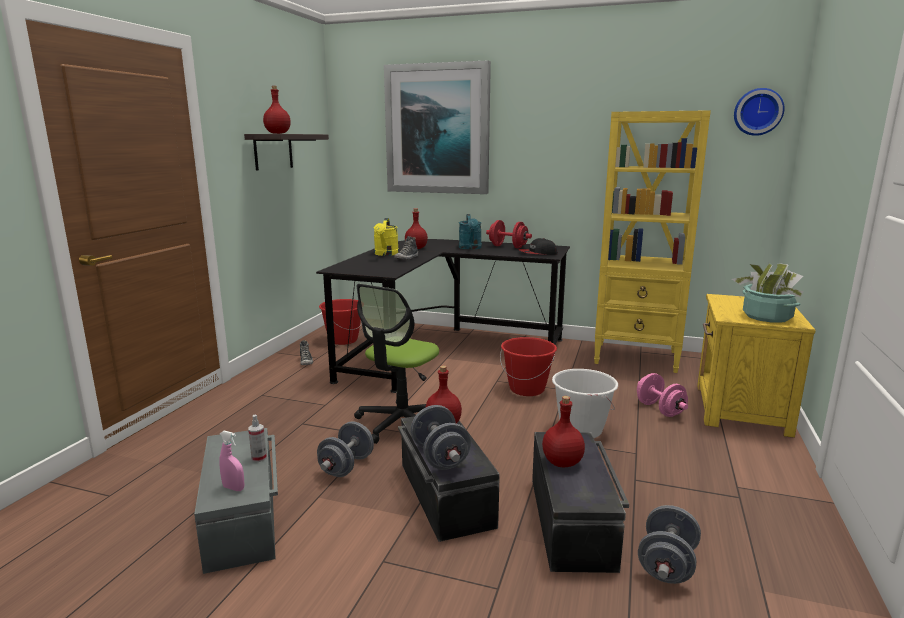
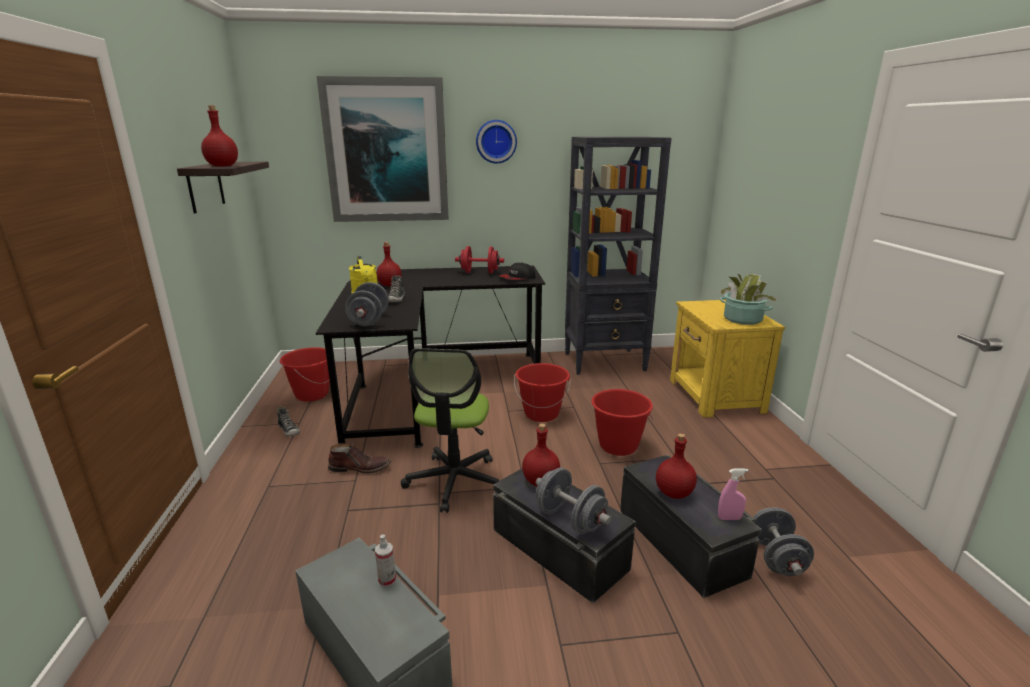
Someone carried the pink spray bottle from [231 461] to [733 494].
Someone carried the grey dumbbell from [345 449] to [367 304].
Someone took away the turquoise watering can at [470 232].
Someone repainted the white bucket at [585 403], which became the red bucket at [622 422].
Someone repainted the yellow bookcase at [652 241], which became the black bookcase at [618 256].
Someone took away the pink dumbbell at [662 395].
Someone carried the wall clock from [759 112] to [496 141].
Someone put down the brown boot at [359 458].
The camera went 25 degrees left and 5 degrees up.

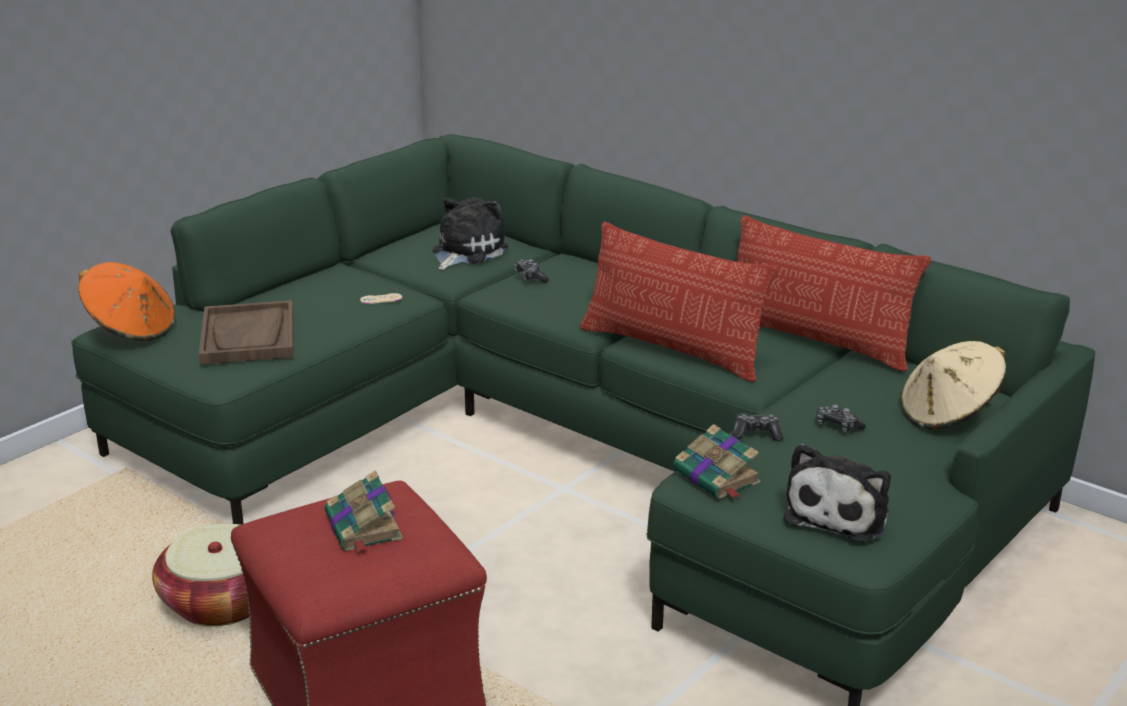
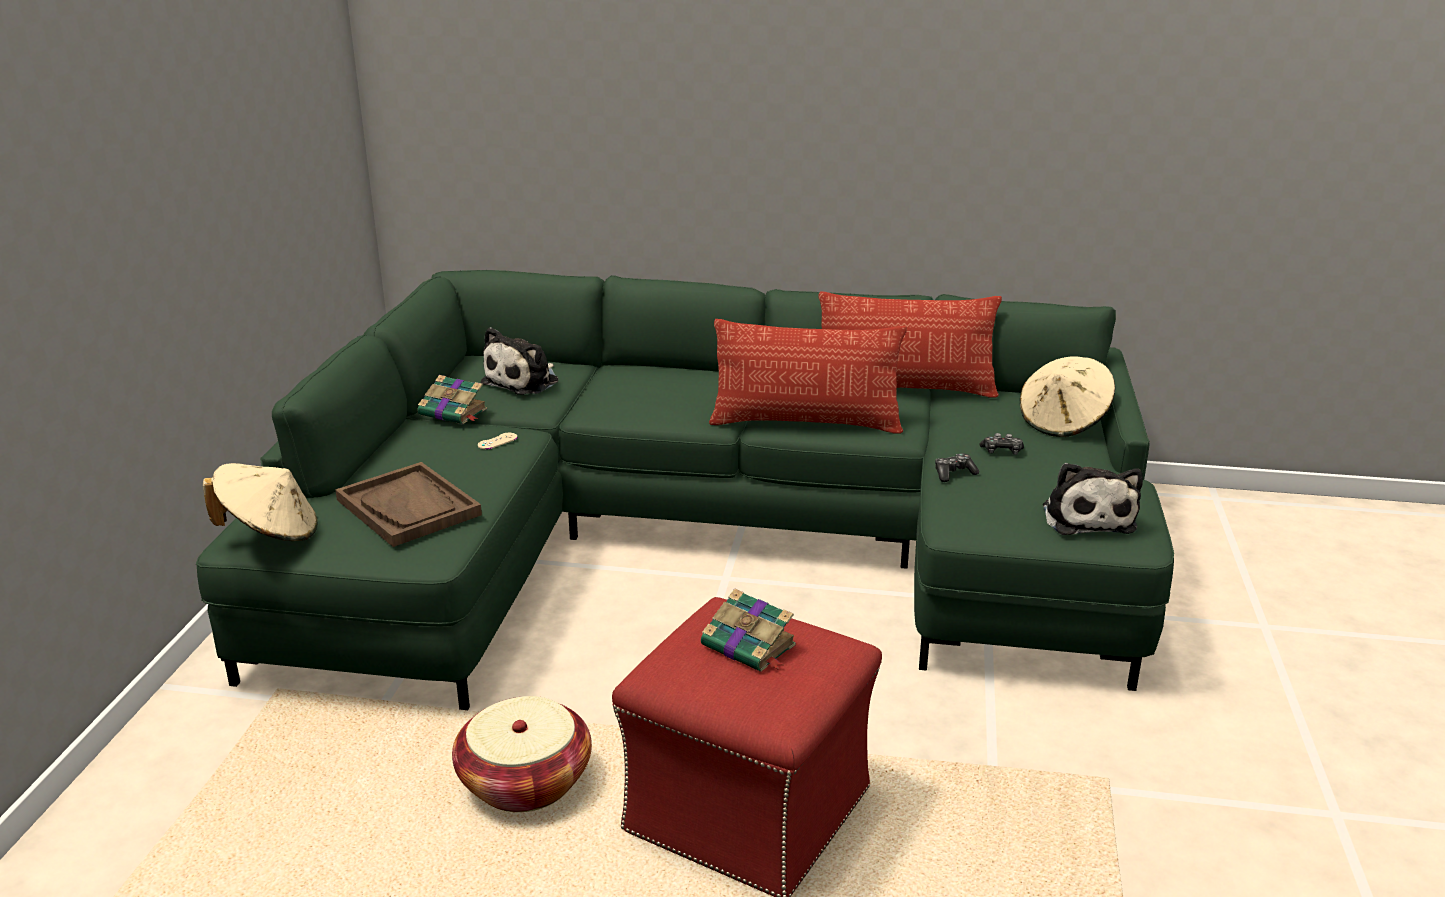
Someone repainted the orange hat at [127 301], which became the beige hat at [260 502].
Someone rotated the plush toy at [470 233] by 150 degrees counterclockwise.
Someone took away the game controller at [531 271].
Someone carried the book from [716 461] to [452 399].
The camera went 30 degrees left and 0 degrees up.

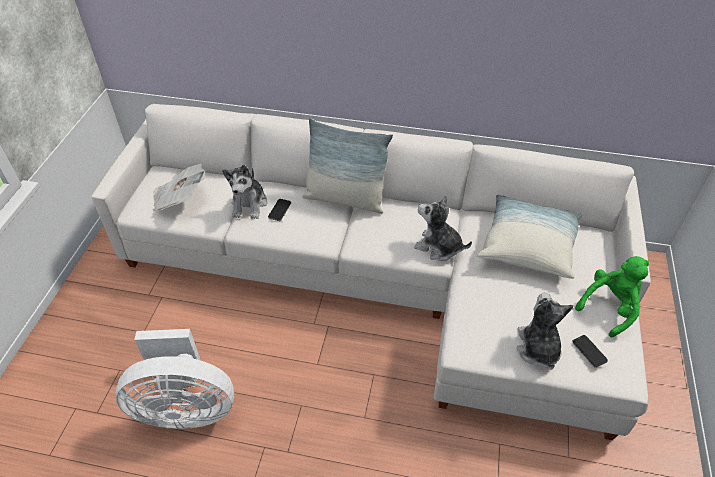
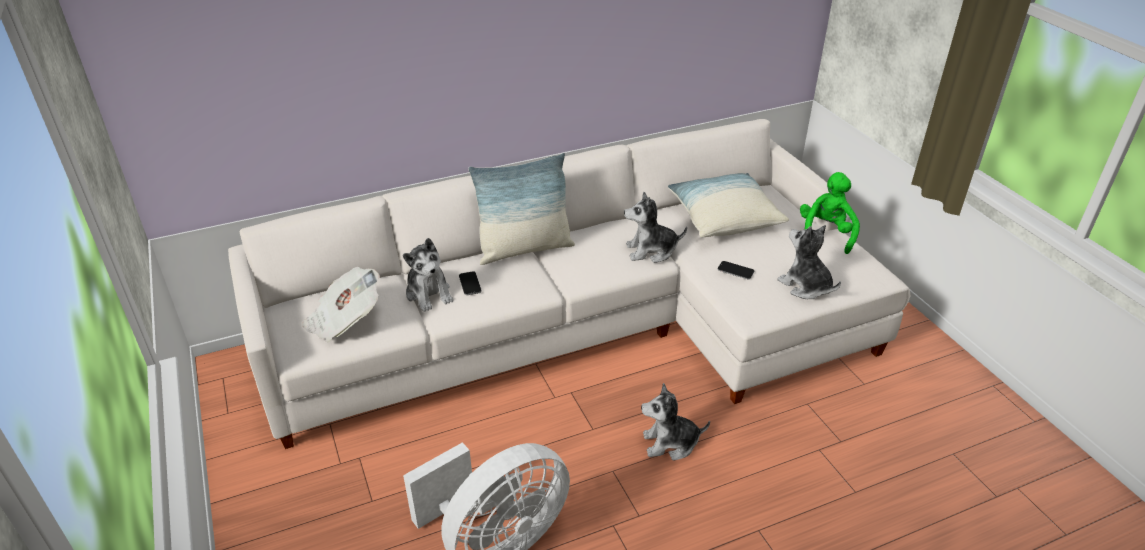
Someone carried the phone from [590 351] to [735 270].
Someone put down the plush toy at [675 422].
The camera went 35 degrees left and 10 degrees down.

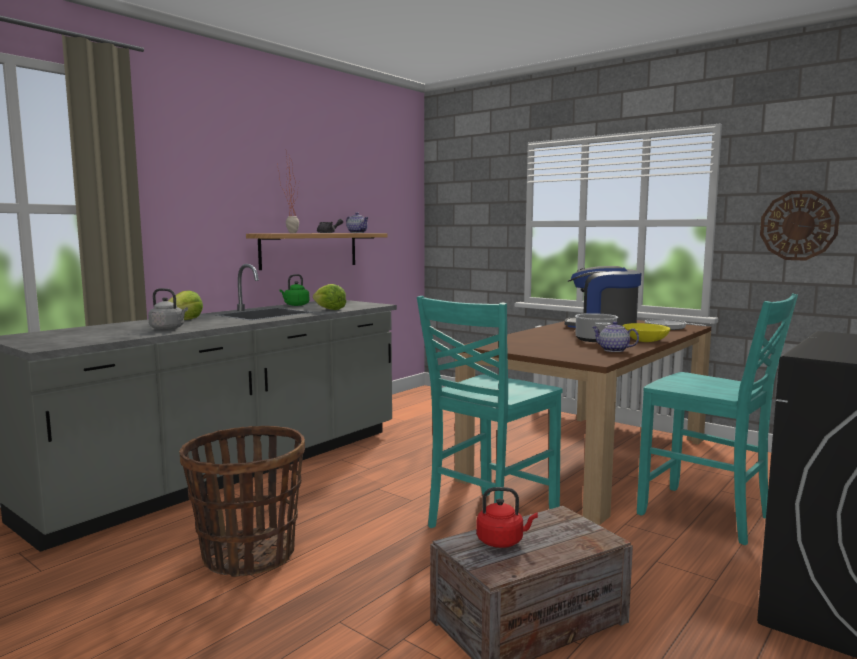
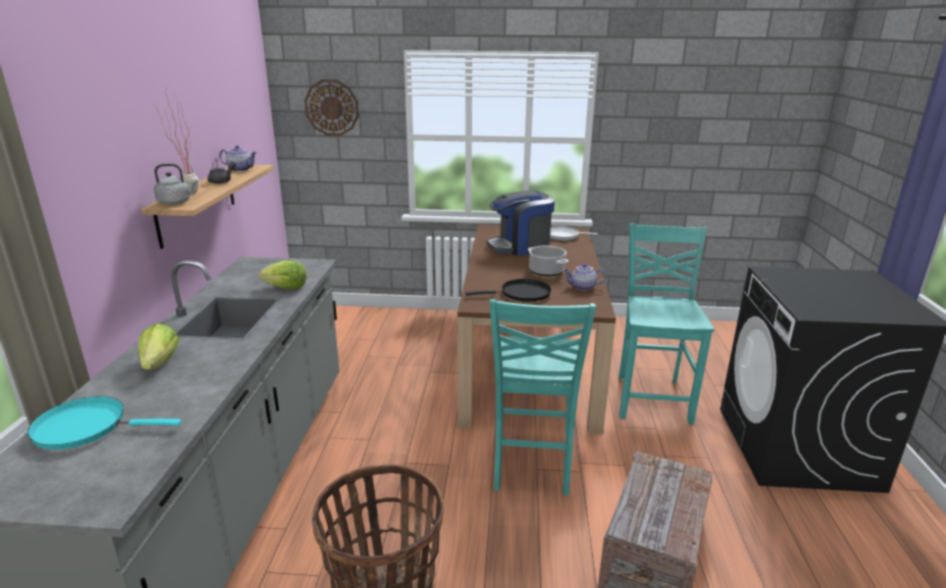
Someone carried the grey kettle from [168 309] to [176 184].
Someone took away the green kettle at [294 290].
Someone took away the red kettle at [507 517].
Someone took away the yellow bowl at [646 332].
Someone rotated the turquoise chair at [717 419] by 90 degrees counterclockwise.
Someone carried the wall clock from [800 225] to [331 107].
Someone put down the turquoise frying pan at [104 423].
Someone put down the black frying pan at [508 290].
The camera went 35 degrees left and 15 degrees up.

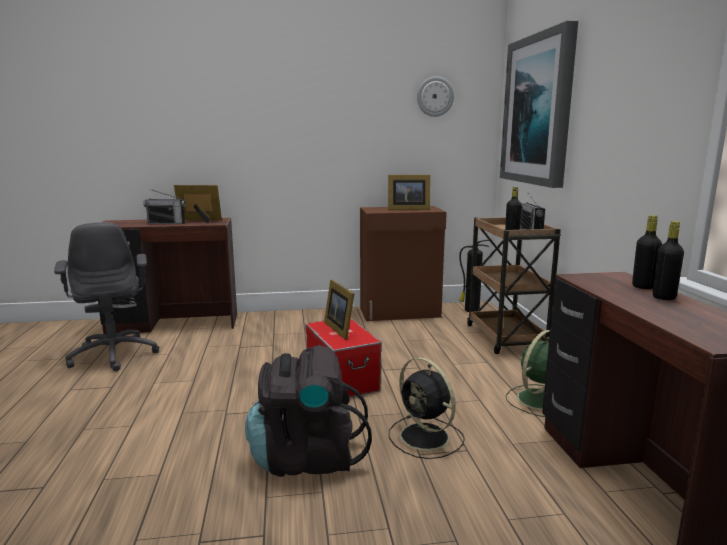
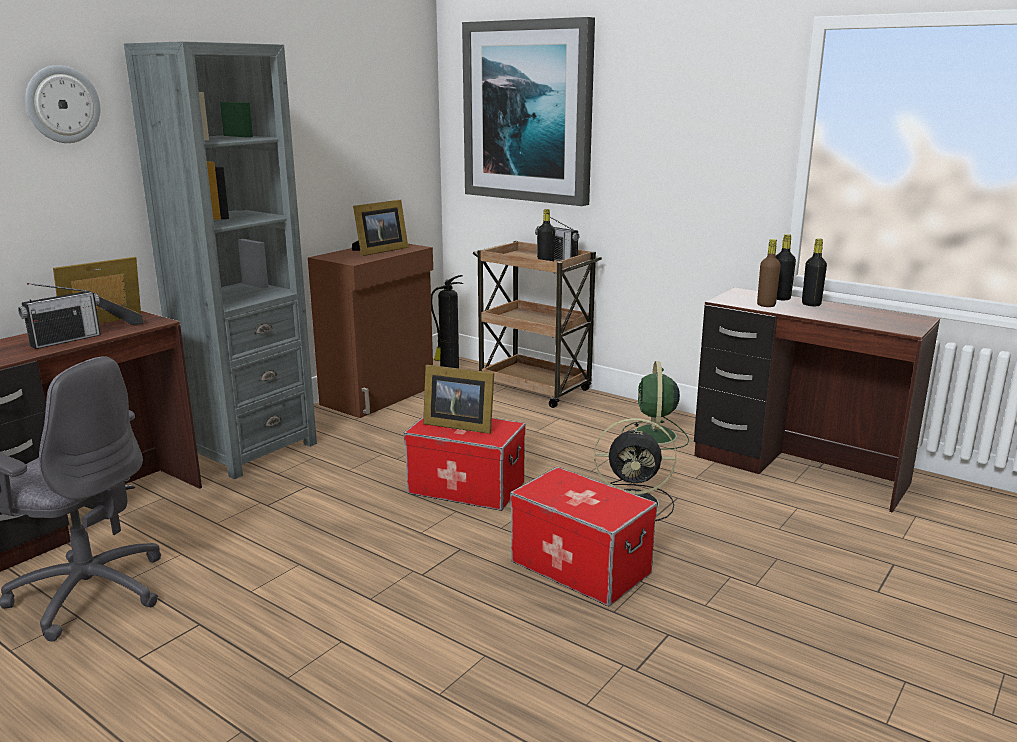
Someone swapped the black backpack at [308 411] for the storage box at [583 536].
Someone carried the wall clock from [435 96] to [62 104].
Someone put down the grey bookcase at [220 260].
Someone put down the brown bottle at [769 273].
The camera went 45 degrees left and 5 degrees up.

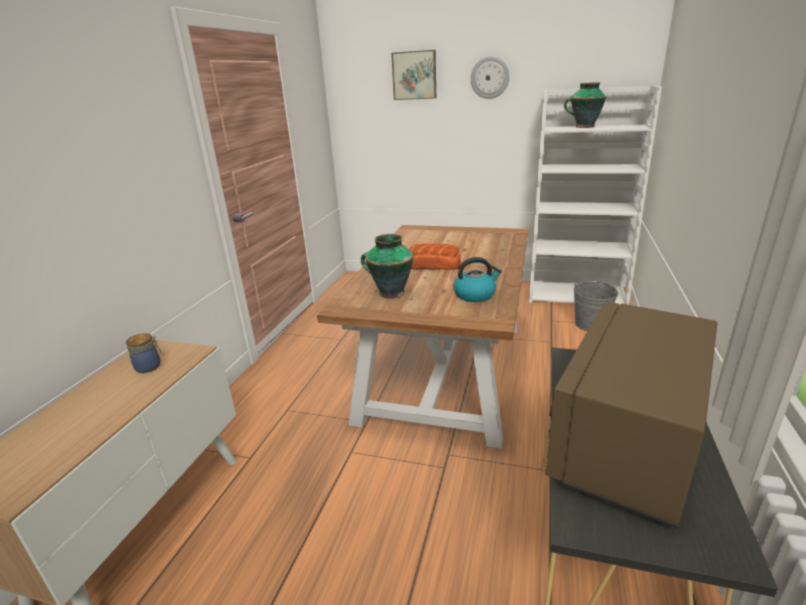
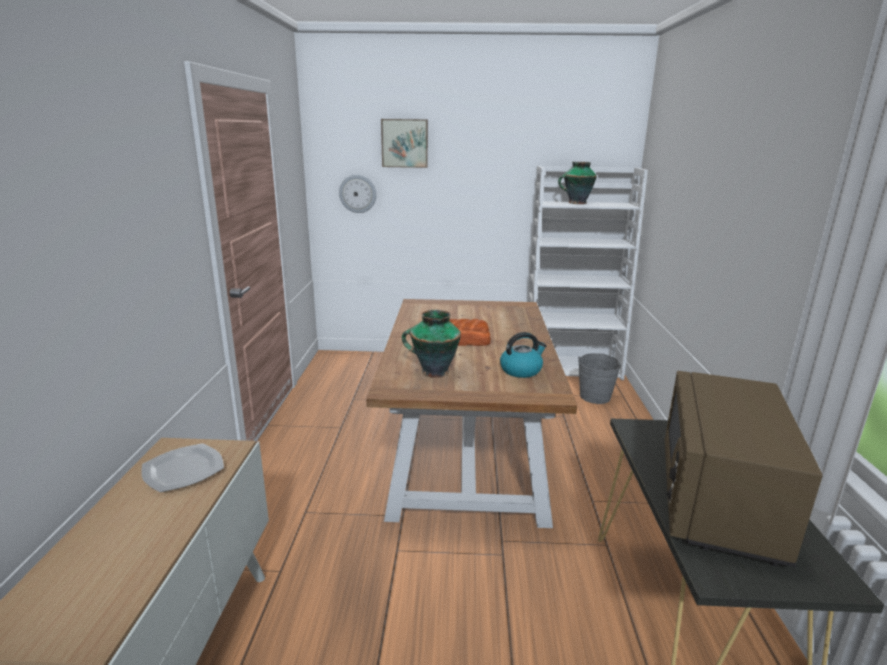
Someone swapped the jar at [143 353] for the plate at [182 468].
Someone carried the wall clock from [490 77] to [358 194].
The camera went 15 degrees left and 5 degrees down.

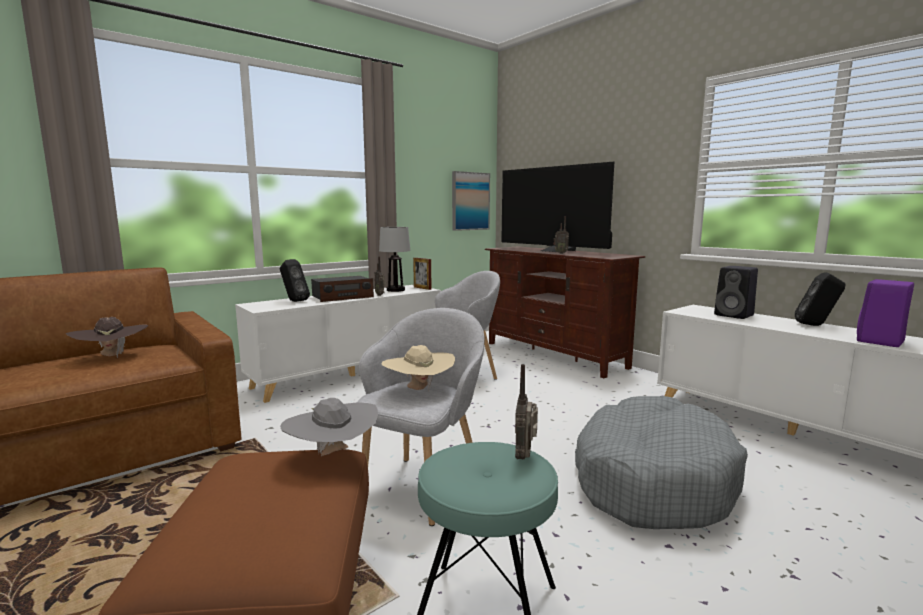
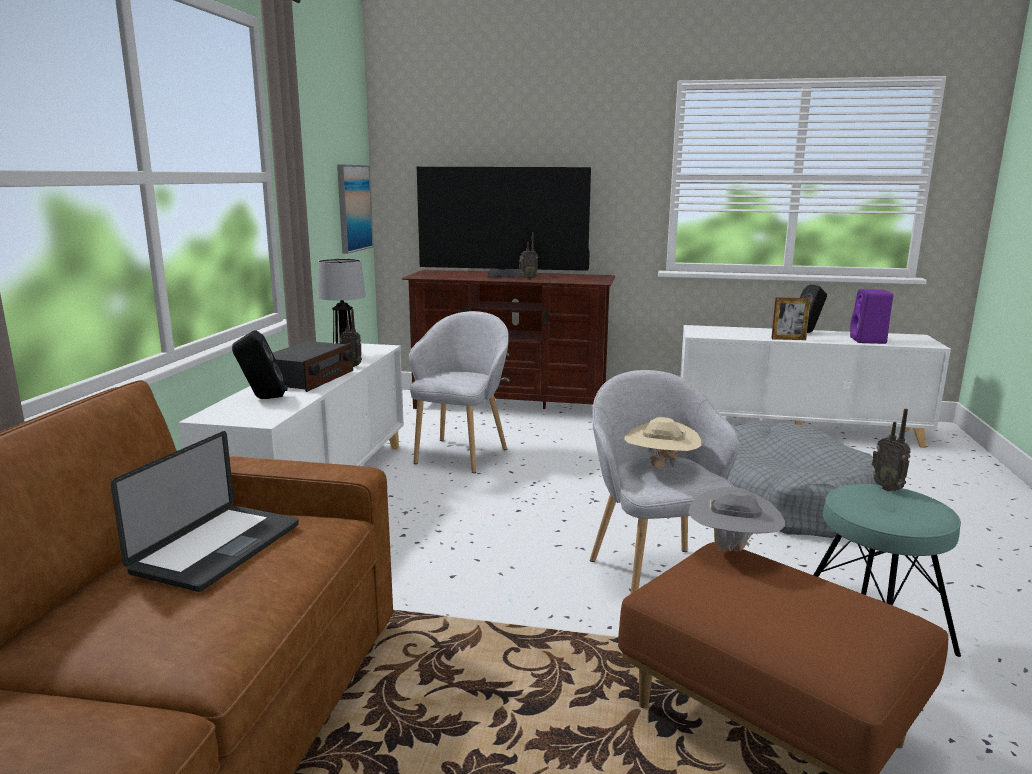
Someone swapped the brown hat at [107 337] for the laptop at [205 511].
Someone carried the picture frame from [422 274] to [791 318].
Someone took away the black speaker at [736 292].
The camera went 40 degrees left and 5 degrees up.

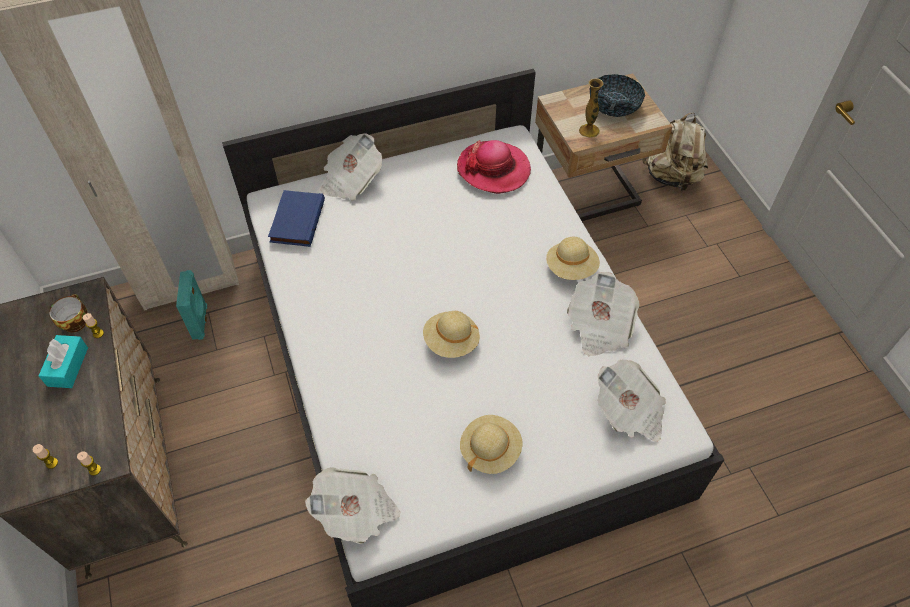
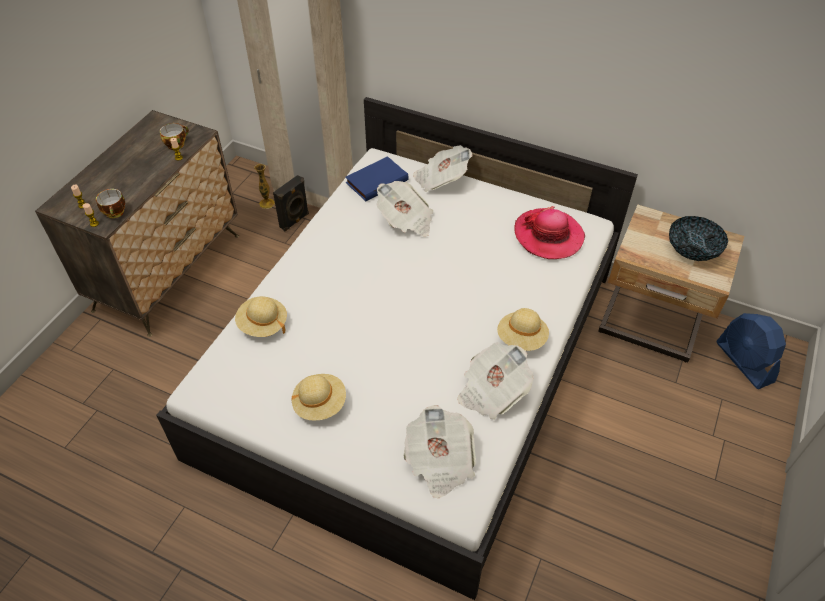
Someone took away the turquoise tissue box at [63 361].
Someone repainted the turquoise speaker at [191 305], which became the black speaker at [291 203].
Someone carried the newspaper from [352 505] to [404 209].
Someone carried the beige hat from [451 334] to [261 316].
Someone carried the vase from [591 108] to [264 186].
Someone swapped the beige backpack at [675 152] for the blue fan at [751 351].
Someone put down the cup at [110 203].
The camera went 45 degrees right and 5 degrees down.

